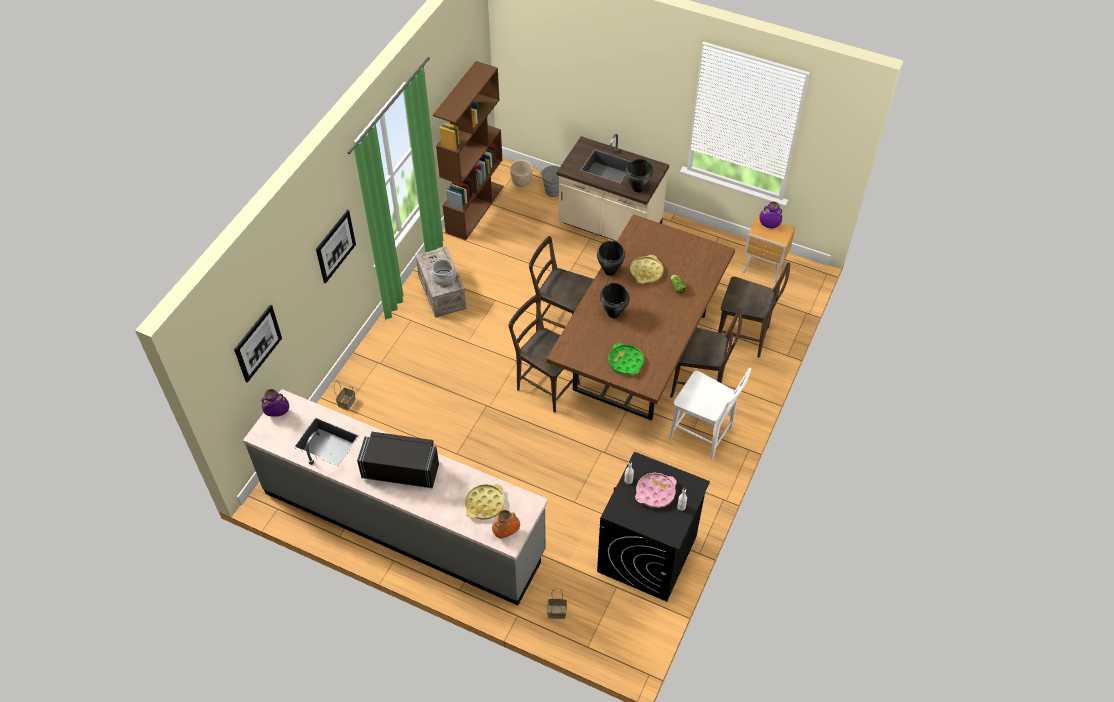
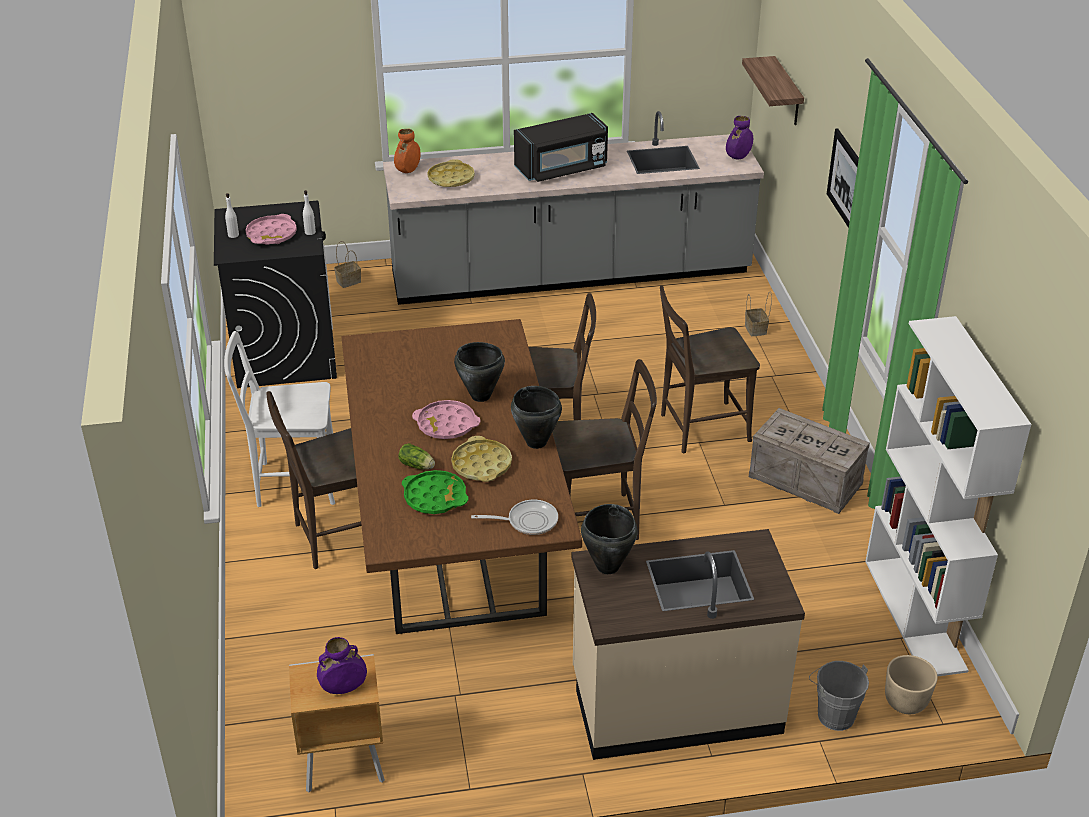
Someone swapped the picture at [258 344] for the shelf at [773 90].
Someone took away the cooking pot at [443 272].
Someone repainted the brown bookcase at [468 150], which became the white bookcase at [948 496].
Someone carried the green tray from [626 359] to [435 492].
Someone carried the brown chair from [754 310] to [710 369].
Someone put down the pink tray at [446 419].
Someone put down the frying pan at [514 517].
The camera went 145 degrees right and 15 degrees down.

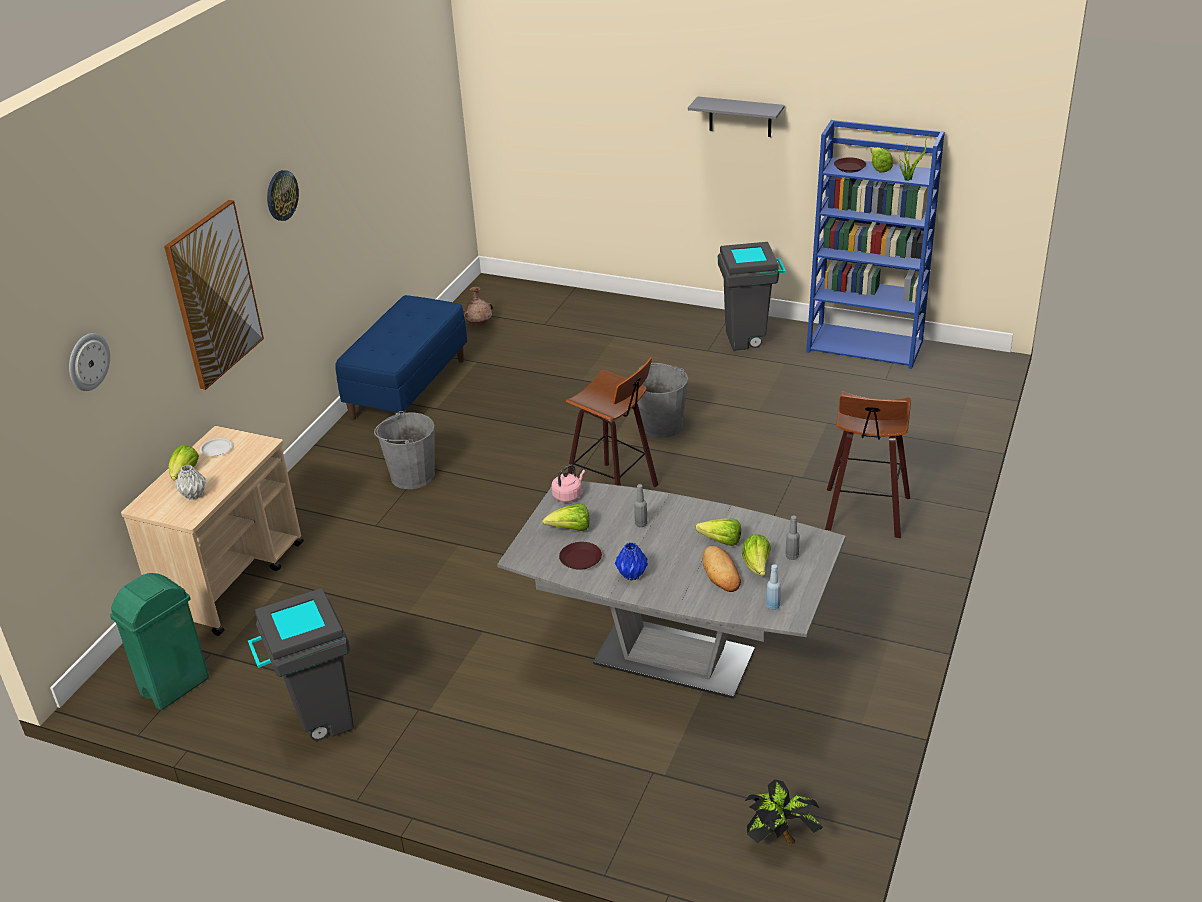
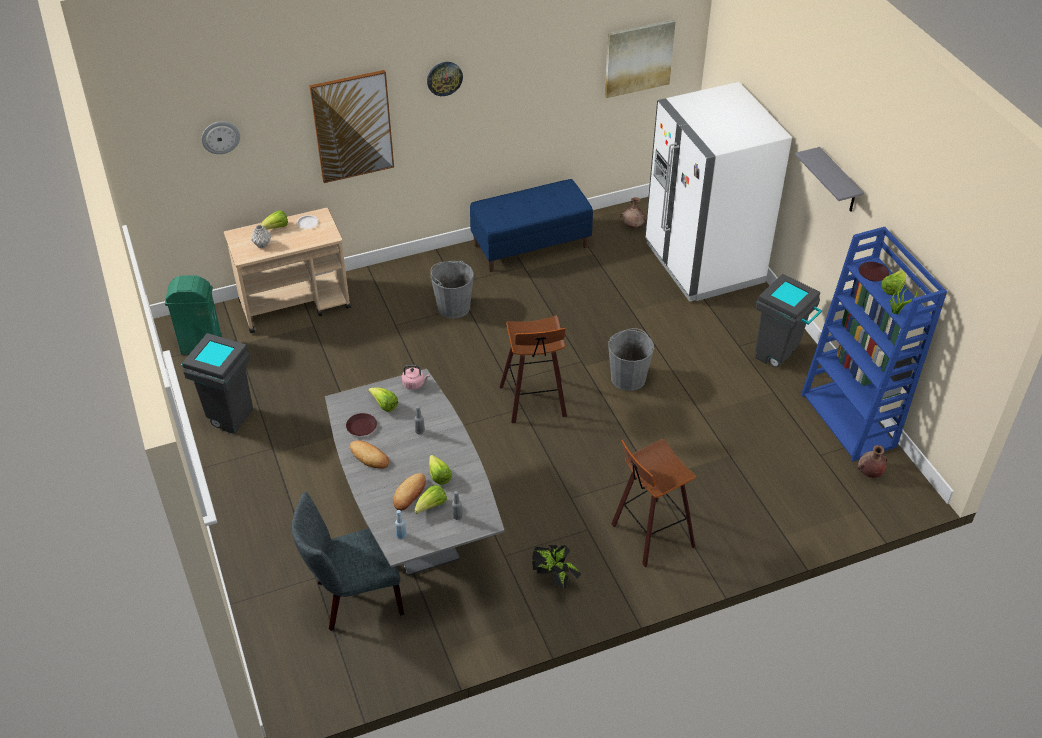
Someone swapped the blue vase at [631 561] for the bread at [369 454].
Someone carried the potted plant from [784 812] to [557 567].
Someone put down the grey chair at [348 561].
Someone put up the picture at [640 59].
Someone put down the white fridge at [718 192].
Someone put down the brown vase at [872 461].
The camera went 45 degrees right and 10 degrees up.

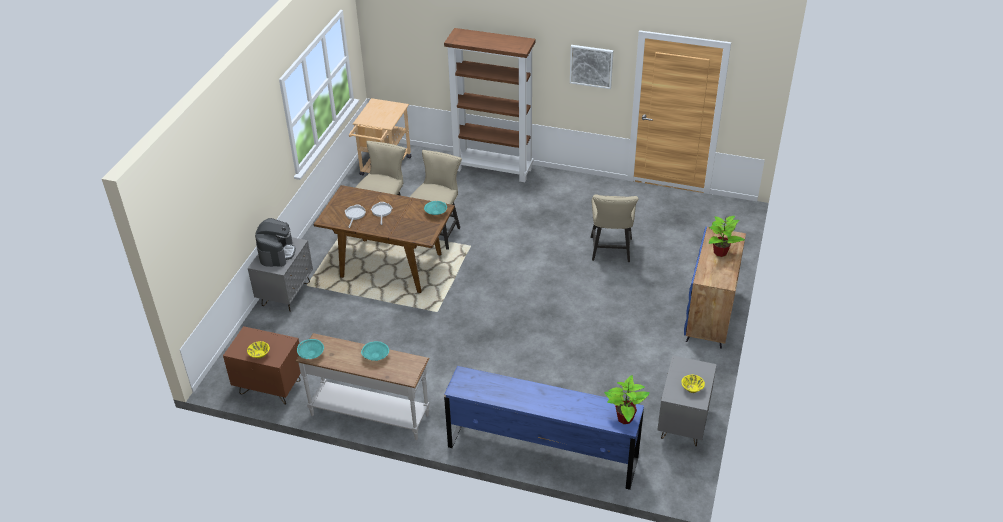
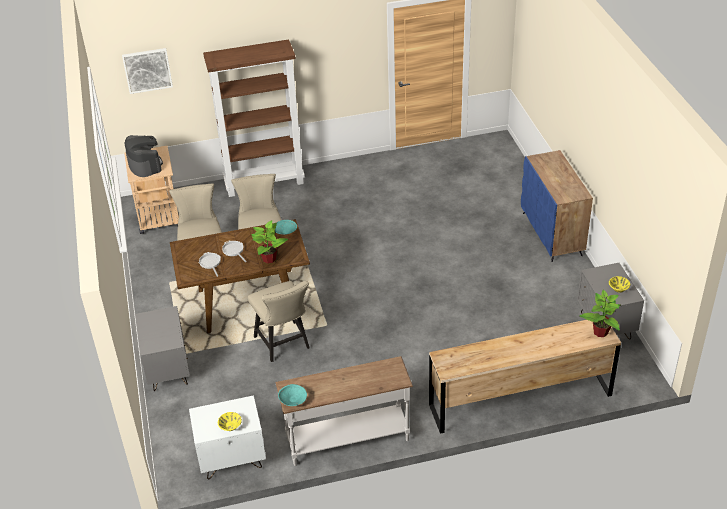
Someone repainted the brown nightstand at [262 365], which became the white nightstand at [227 437].
Someone carried the coffee machine from [275 242] to [144 156].
Someone took away the turquoise bowl at [375 351].
Someone repainted the blue dresser at [544 428], which became the brown dresser at [525 377].
Someone carried the picture from [591 67] to [147 71].
Someone carried the beige chair from [615 228] to [279 321].
Someone carried the potted plant from [727 236] to [270 242].
The camera went 30 degrees left and 0 degrees up.

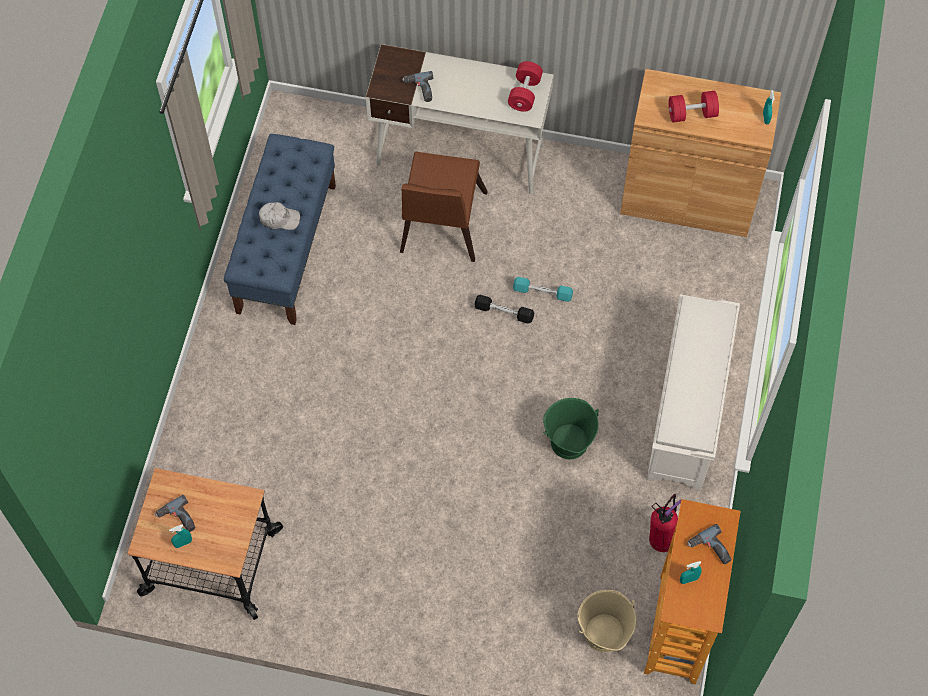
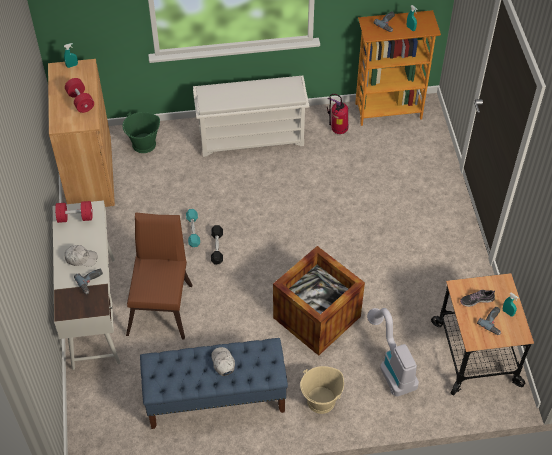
Someone rotated the brown chair at [444 207] by 75 degrees counterclockwise.
Someone carried the green bucket from [571 428] to [141 132].
Someone carried the beige bucket from [606 621] to [322 390].
Someone put down the white cap at [80 255].
Someone put down the crate at [319 301].
Someone put down the vacuum cleaner at [393 352].
Someone put down the shoe at [477 298].
The camera went 110 degrees left and 10 degrees down.

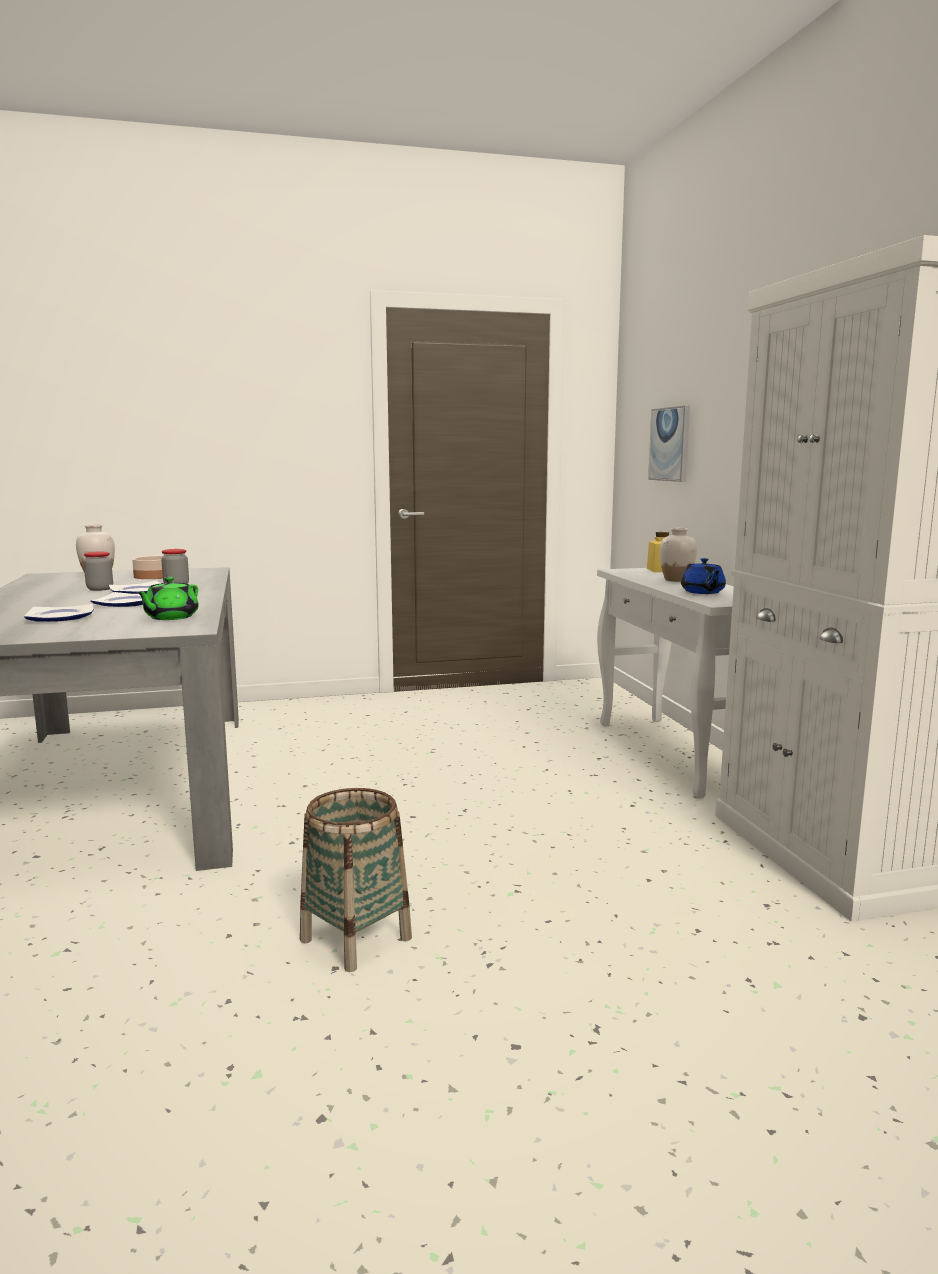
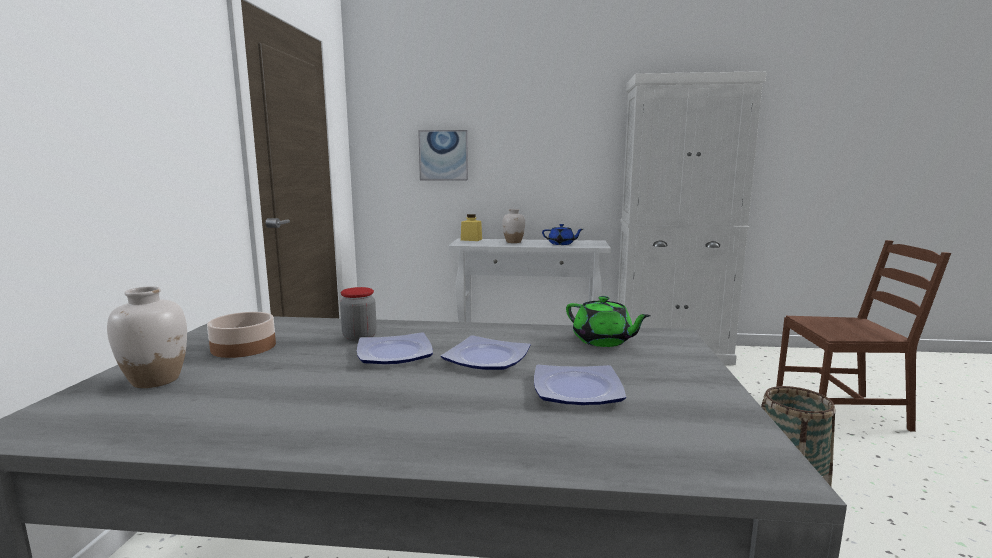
Someone took away the jar at [98 571].
Someone put down the brown chair at [864 336].
The camera went 70 degrees left and 0 degrees up.

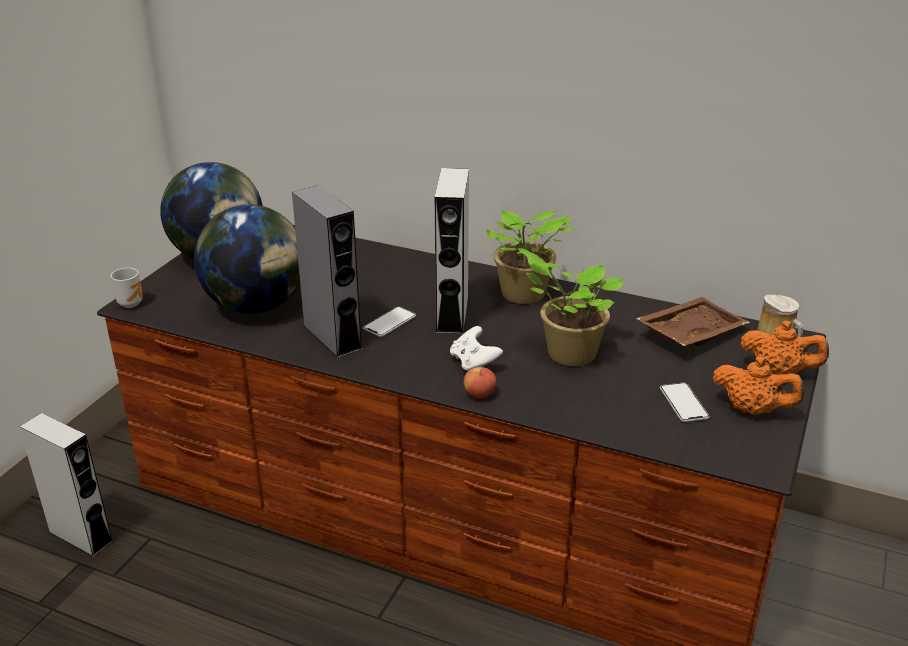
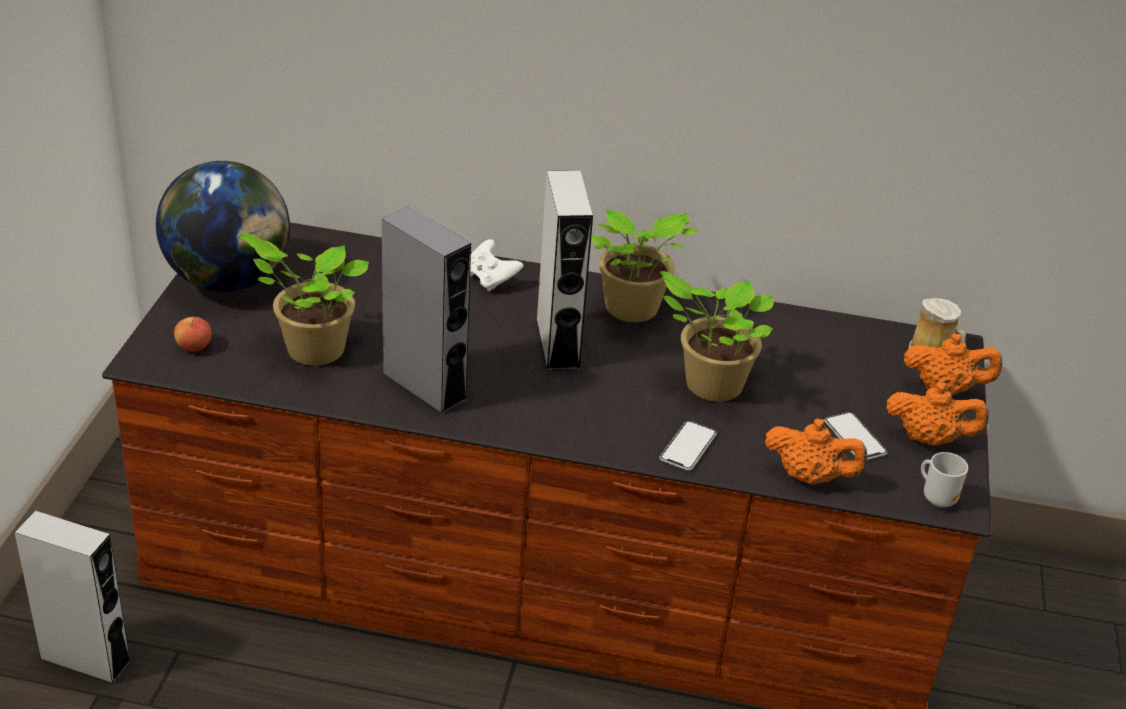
Someone carried the mug from [127 288] to [944 479].
Someone swapped the globe at [247 259] for the potted plant at [303 299].
Someone carried the phone from [389 322] to [688 446].
Someone carried the white game controller from [476 348] to [496 265].
Someone carried the apple from [479 383] to [193 334].
Someone took away the brown tray at [692 321].
Someone put down the orange teapot at [816 452].
The camera went 15 degrees left and 5 degrees up.

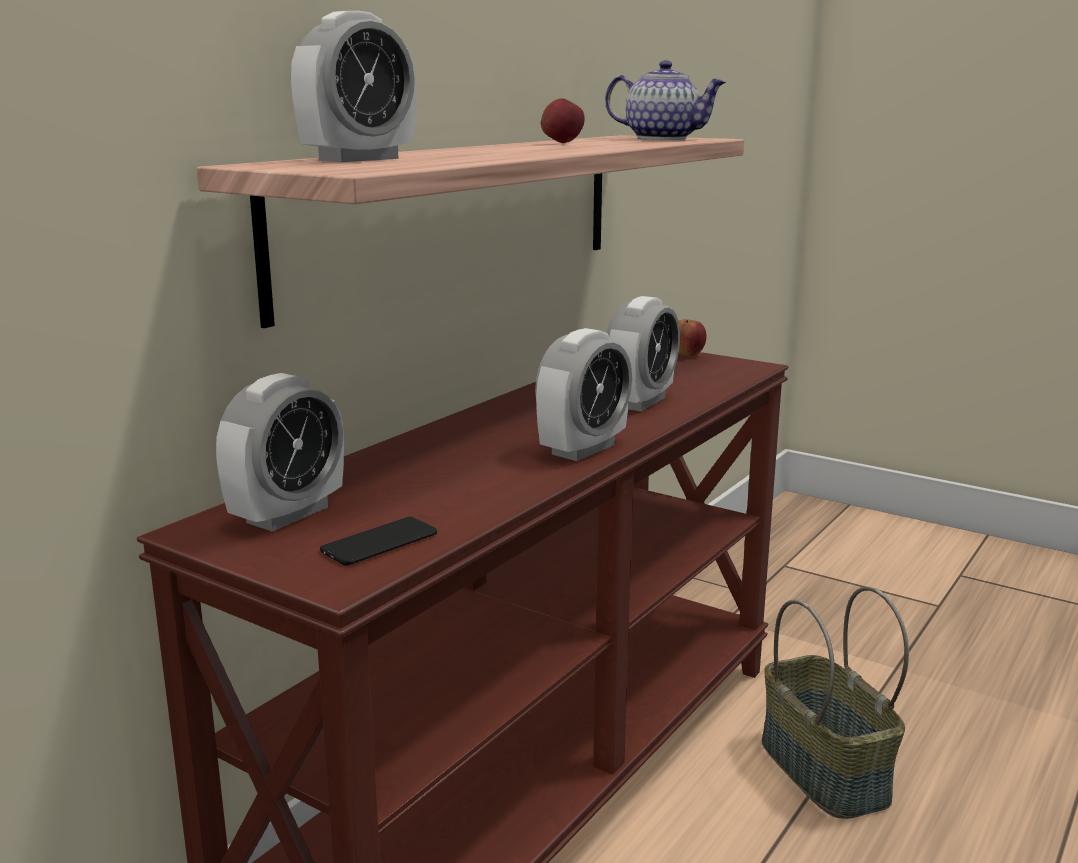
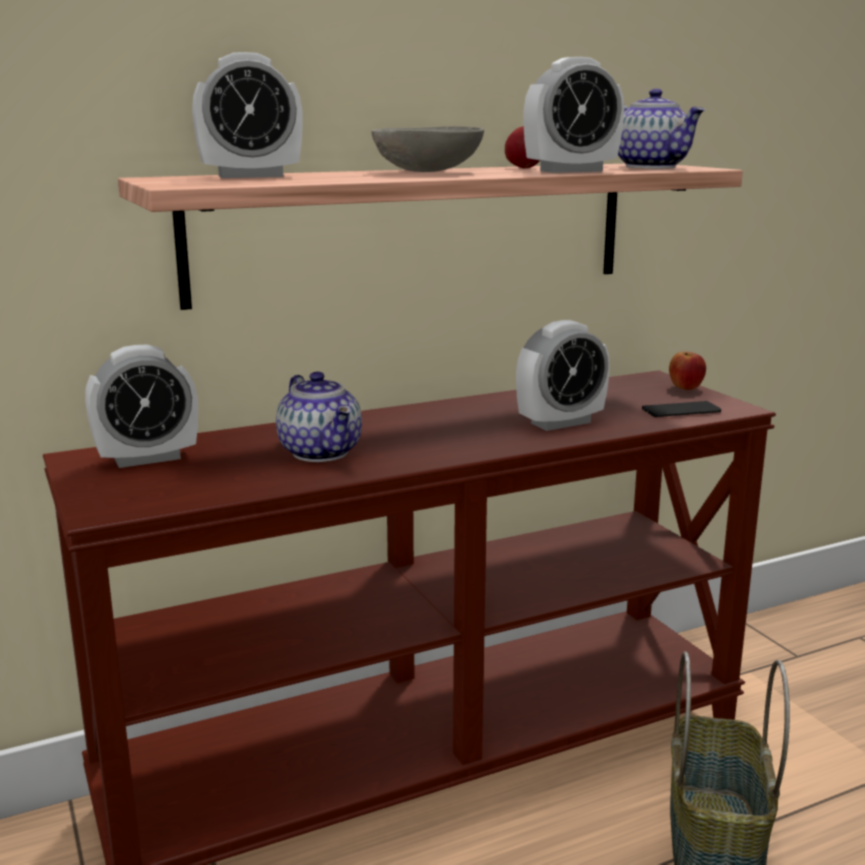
Someone carried the phone from [378 541] to [681 409].
Someone carried the alarm clock from [583 394] to [574 115].
Someone put down the teapot at [319 417].
Someone put down the grey bowl at [428 149].
The camera went 30 degrees right and 0 degrees up.

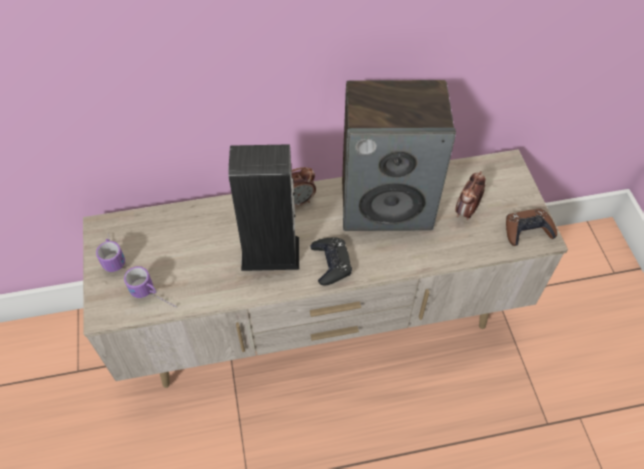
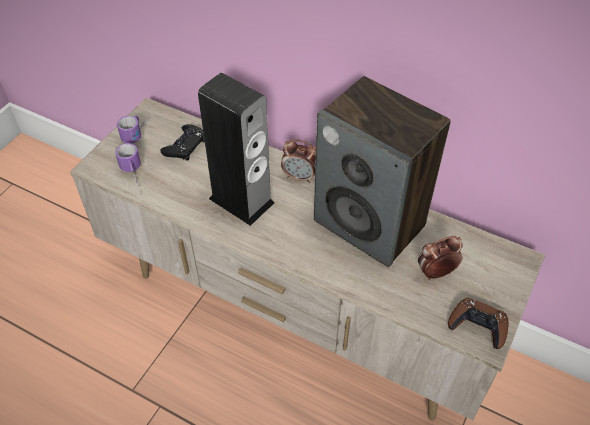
Someone carried the black game controller from [331 261] to [182 142].
The camera went 40 degrees right and 5 degrees down.

